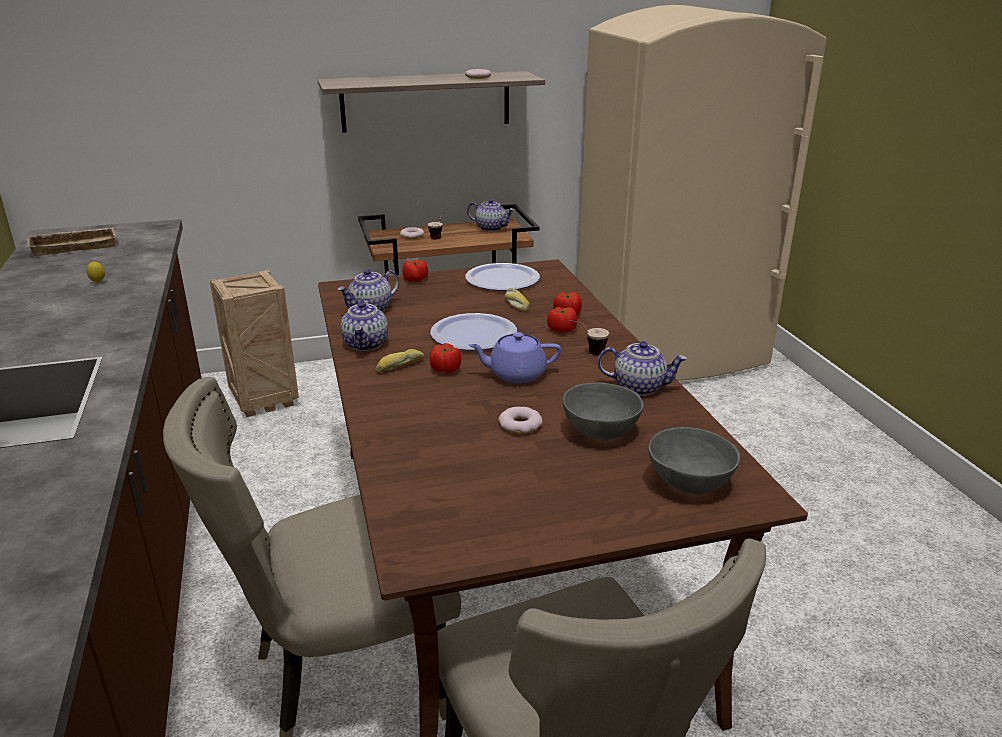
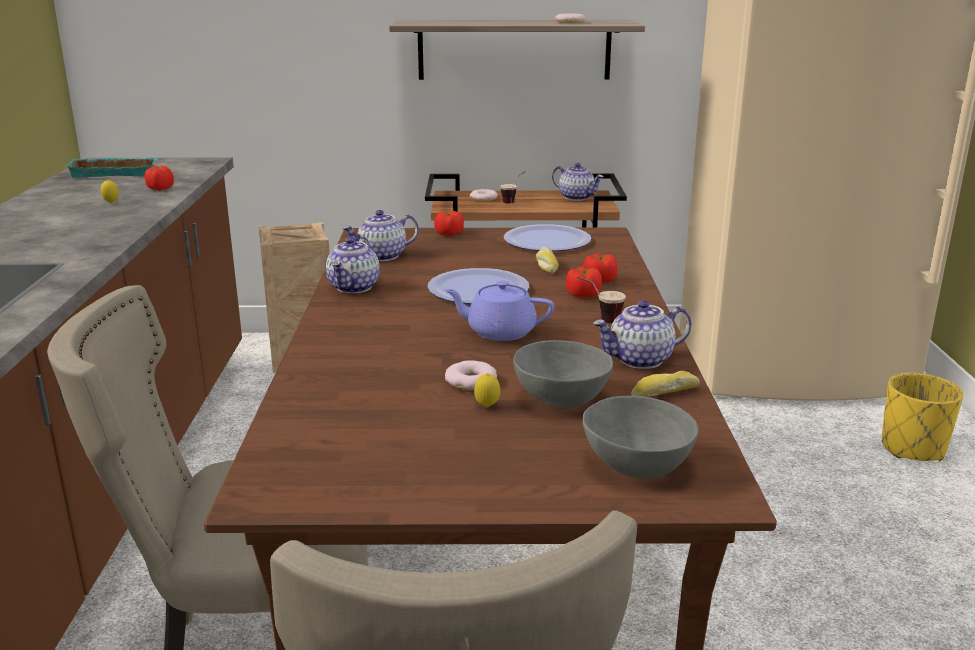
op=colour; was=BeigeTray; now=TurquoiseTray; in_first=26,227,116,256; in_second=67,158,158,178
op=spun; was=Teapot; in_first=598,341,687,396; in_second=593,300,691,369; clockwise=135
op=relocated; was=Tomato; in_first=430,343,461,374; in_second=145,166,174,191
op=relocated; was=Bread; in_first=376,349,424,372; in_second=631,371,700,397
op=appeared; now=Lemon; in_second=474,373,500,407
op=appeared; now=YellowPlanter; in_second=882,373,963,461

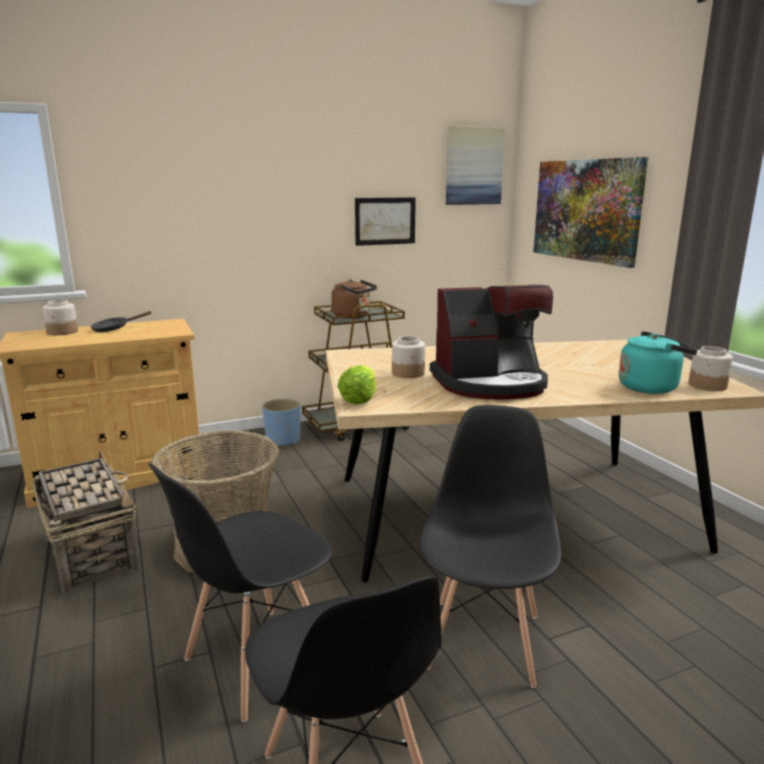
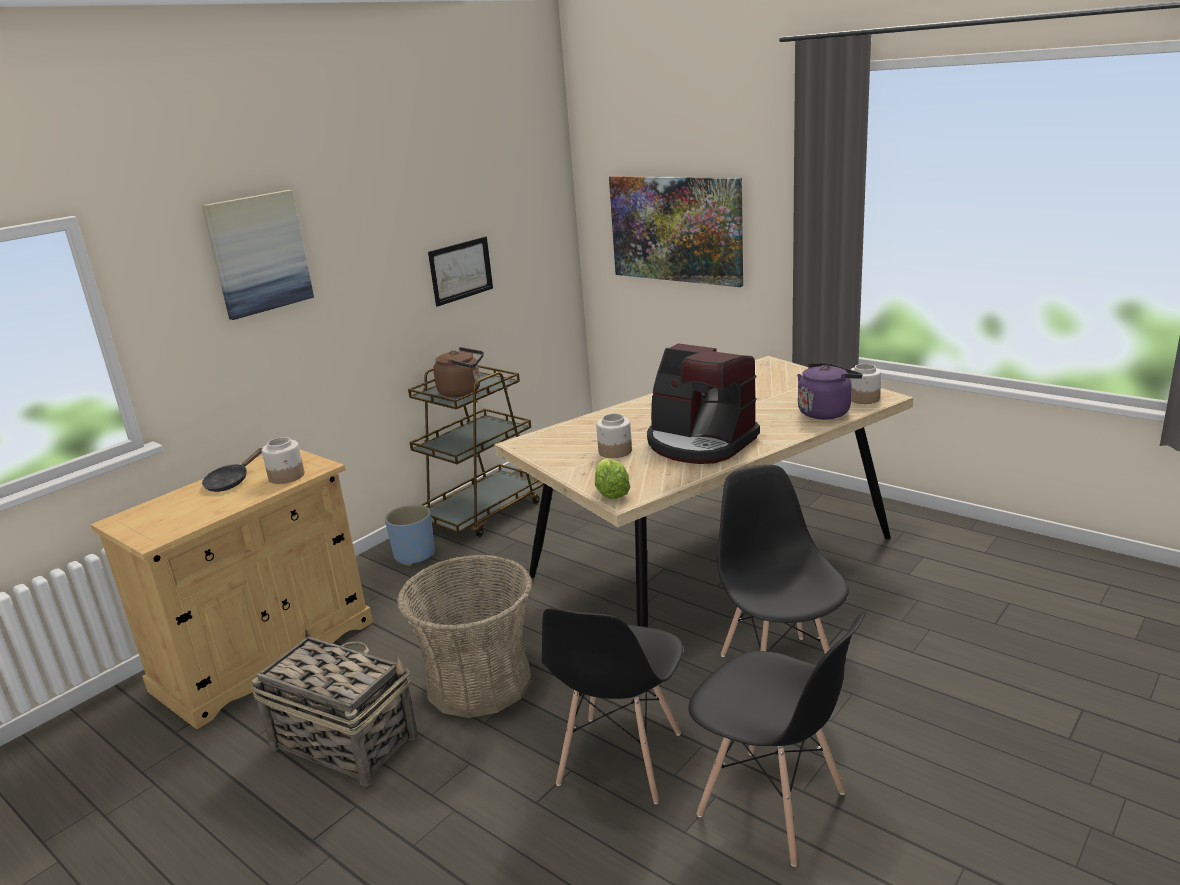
op=relocated; was=Picture; in_first=446,126,505,205; in_second=202,190,314,320
op=spun; was=CoffeeMachine; in_first=430,285,553,400; in_second=647,343,760,464; clockwise=75
op=relocated; was=Jar; in_first=42,300,78,335; in_second=262,437,305,484
op=colour; was=TurquoiseKettle; now=PurpleKettle; in_first=619,331,698,394; in_second=797,363,863,419

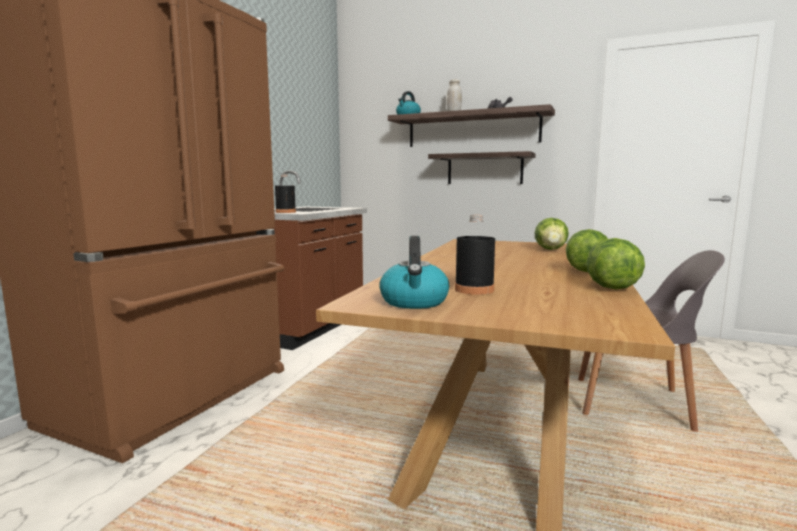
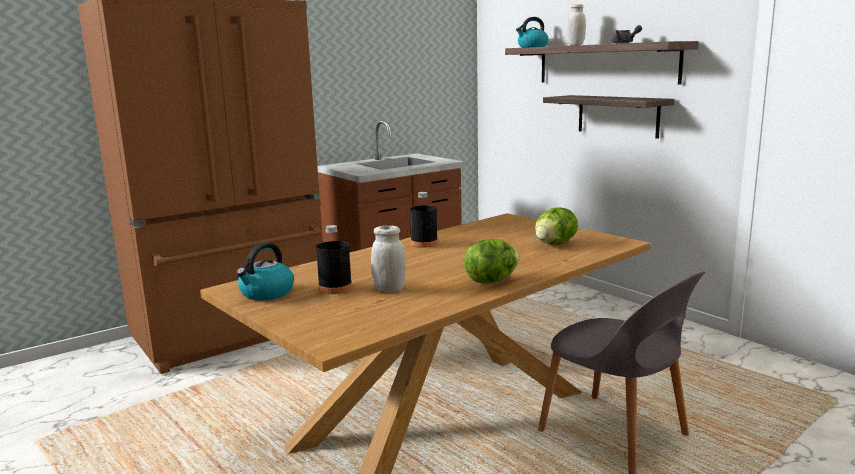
op=relocated; was=BlackBottle; in_first=275,174,296,213; in_second=410,192,438,248
op=missing; was=Lettuce; in_first=587,238,645,289
op=appeared; now=WhiteJar; in_second=371,226,406,293

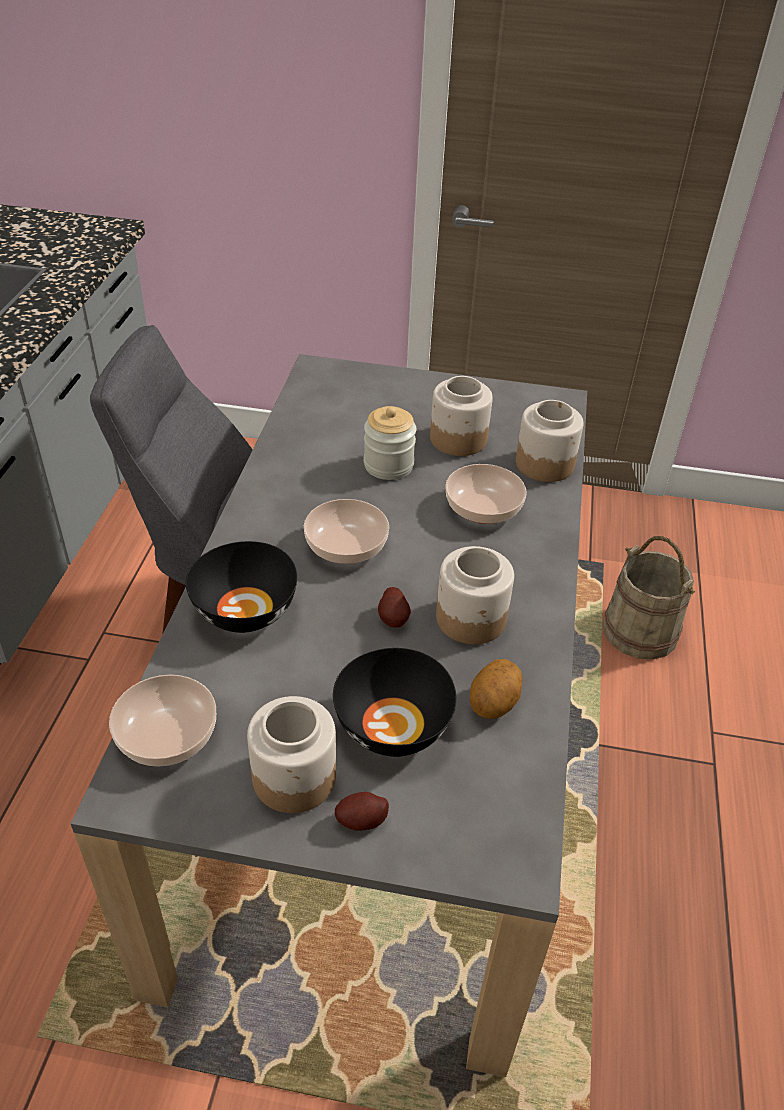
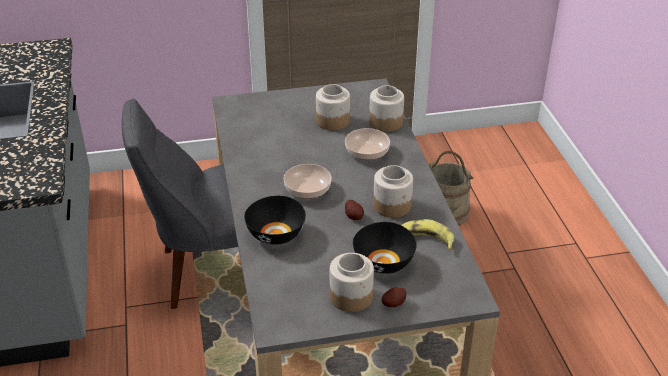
op=missing; was=Jar; in_first=364,406,416,480
op=exchanged; was=Potato; now=Banana; in_first=470,659,523,719; in_second=401,219,454,250
op=missing; was=Bowl; in_first=109,675,216,767

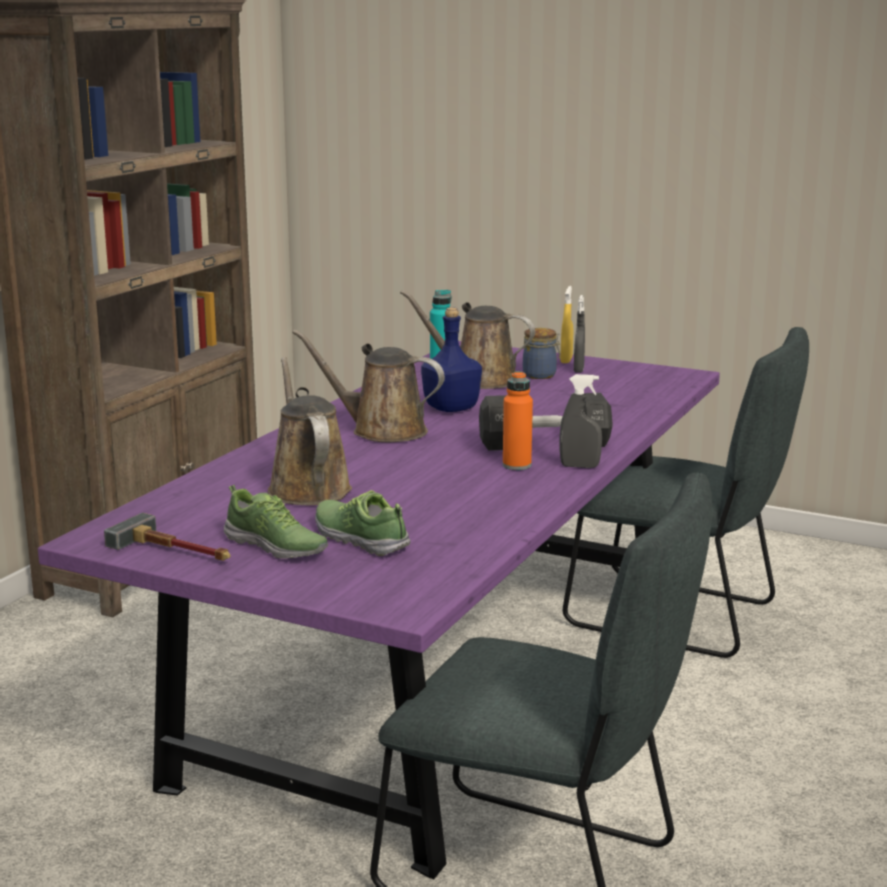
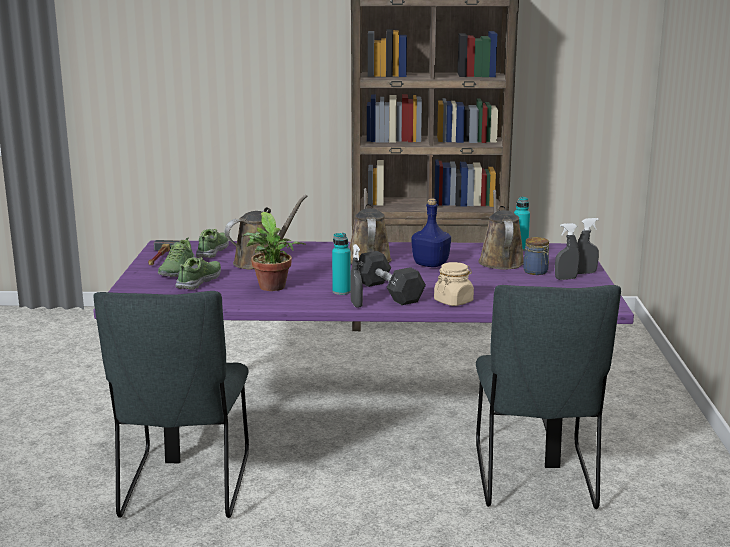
op=colour; was=YellowSprayBottle; now=GreySprayBottle; in_first=560,286,573,363; in_second=577,218,599,274
op=colour; was=OrangeBottle; now=TurquoiseBottle; in_first=503,371,533,470; in_second=332,233,351,295
op=appeared; now=PottedPlant; in_second=243,212,306,291
op=appeared; now=Shoe; in_second=196,229,229,258
op=appeared; now=BeigeJar; in_second=434,262,474,306

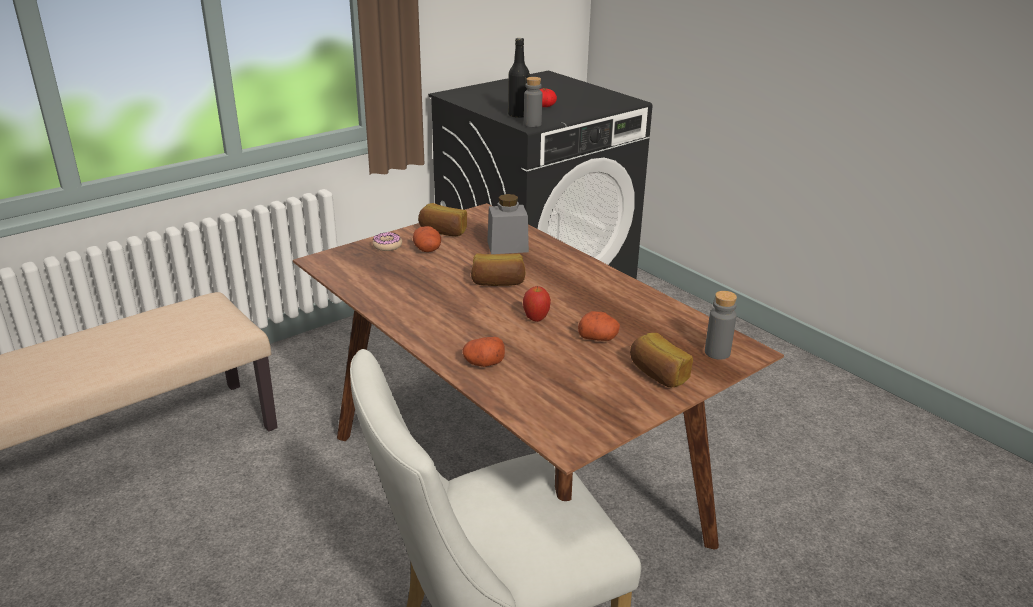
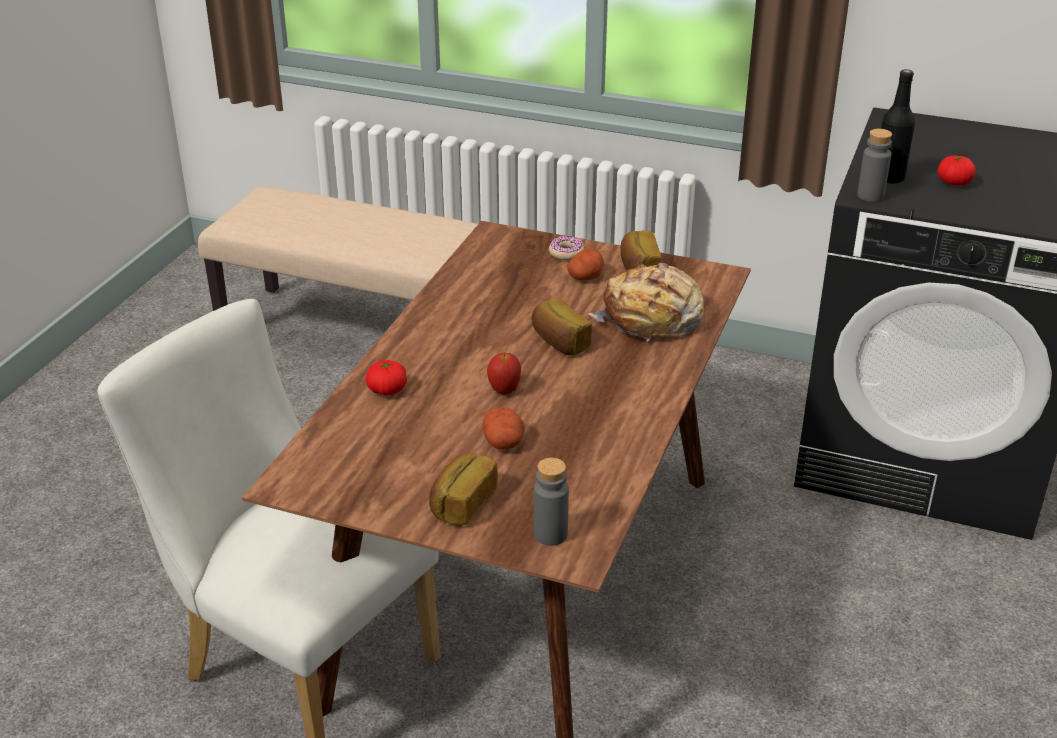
op=exchanged; was=GreyJar; now=Bread; in_first=487,194,529,254; in_second=589,263,704,341
op=exchanged; was=Potato; now=Tomato; in_first=463,337,505,367; in_second=366,360,407,395

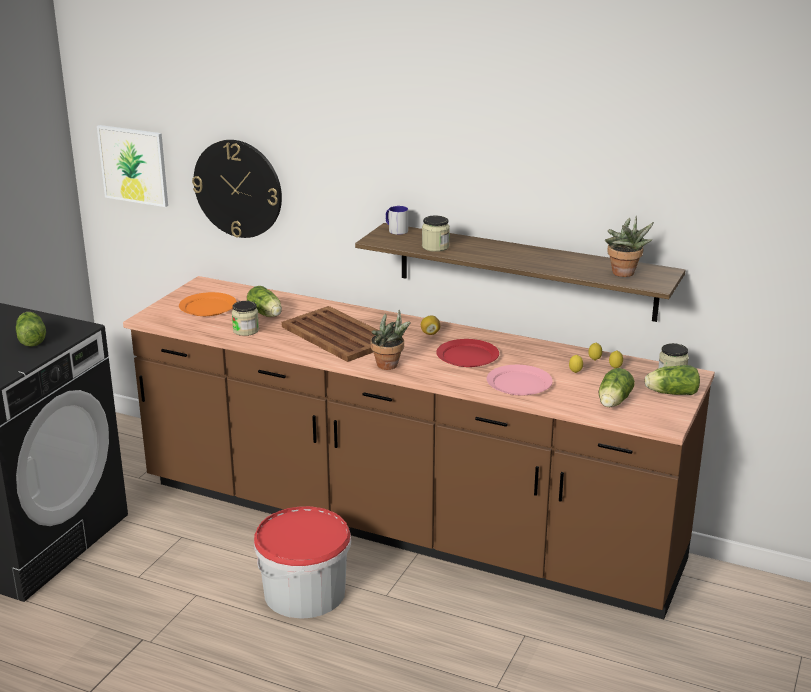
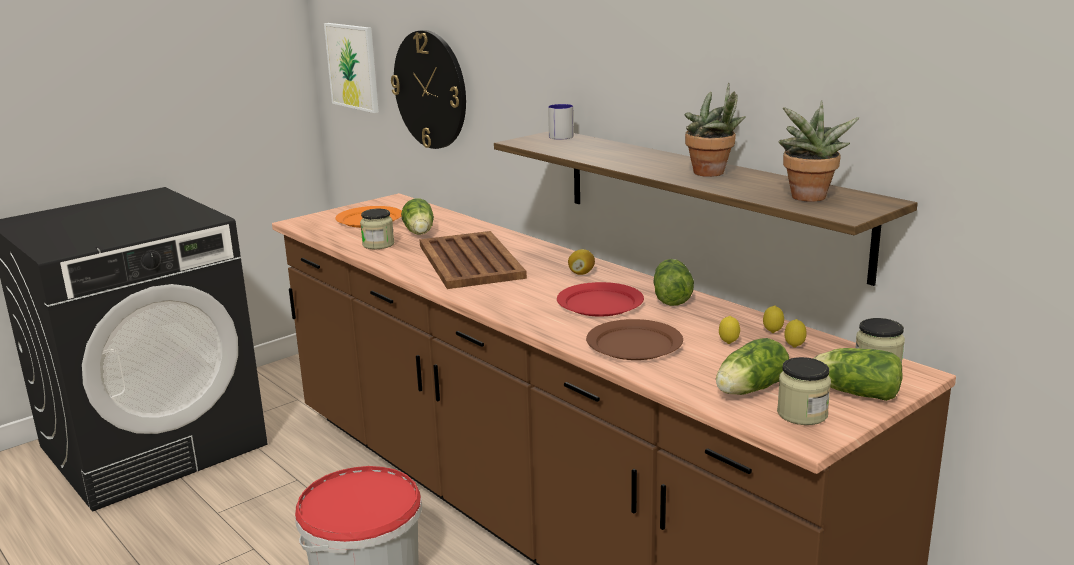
op=relocated; was=Jar; in_first=422,215,450,252; in_second=777,357,831,425
op=relocated; was=PottedPlant; in_first=371,309,411,370; in_second=684,83,746,177
op=relocated; was=Lettuce; in_first=16,312,46,347; in_second=653,259,694,306
op=colour; was=PinkPlate; now=BrownPlate; in_first=487,365,553,395; in_second=586,319,683,360

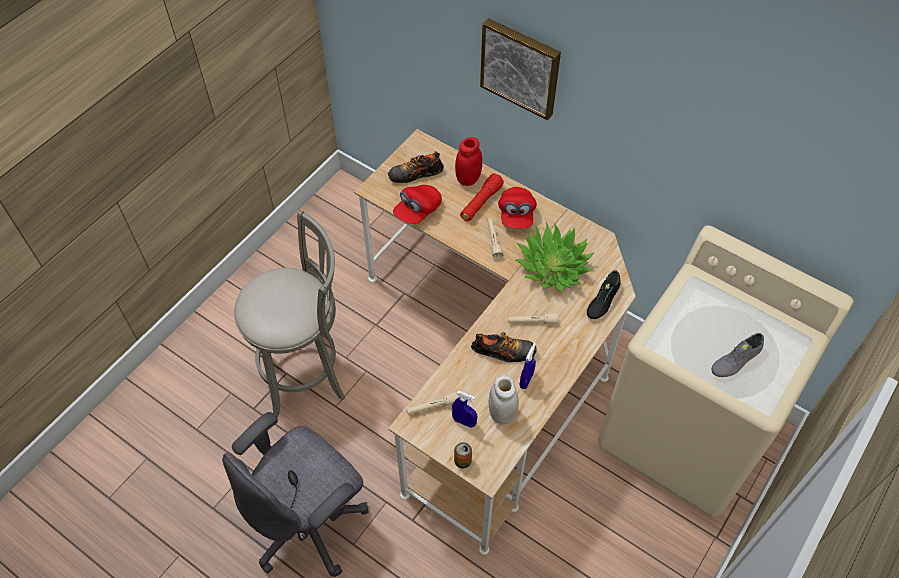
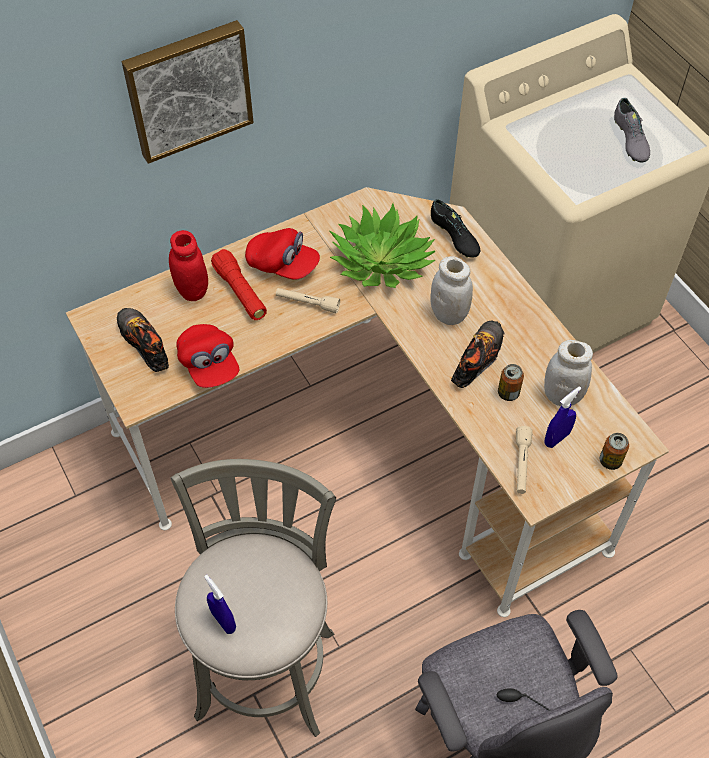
op=spun; was=Shoe; in_first=388,151,444,183; in_second=117,308,169,372; clockwise=135
op=exchanged; was=BeigeFlashlight; now=WhiteJar; in_first=508,313,558,324; in_second=430,256,473,325
op=relocated; was=BlueSprayBottle; in_first=519,343,536,389; in_second=204,575,236,634
op=appeared; now=Can; in_second=498,364,524,401

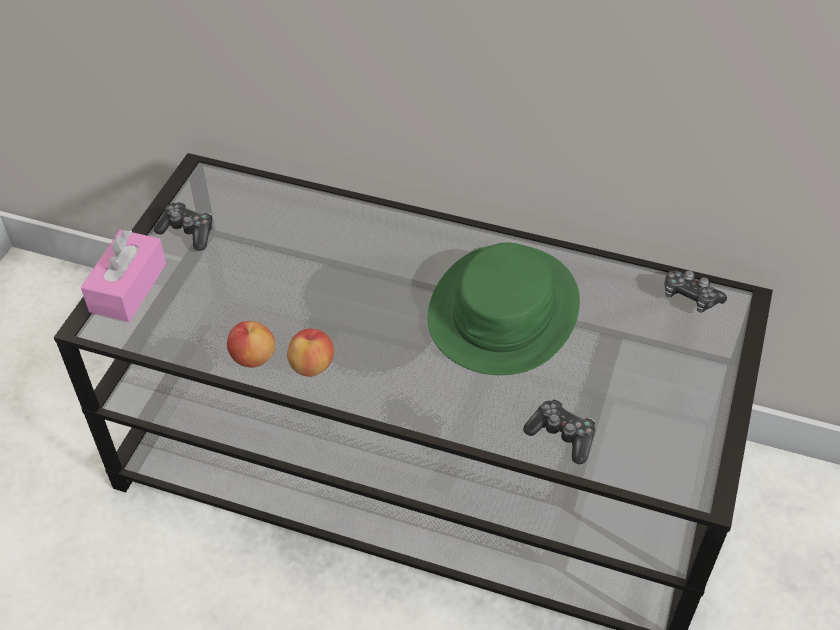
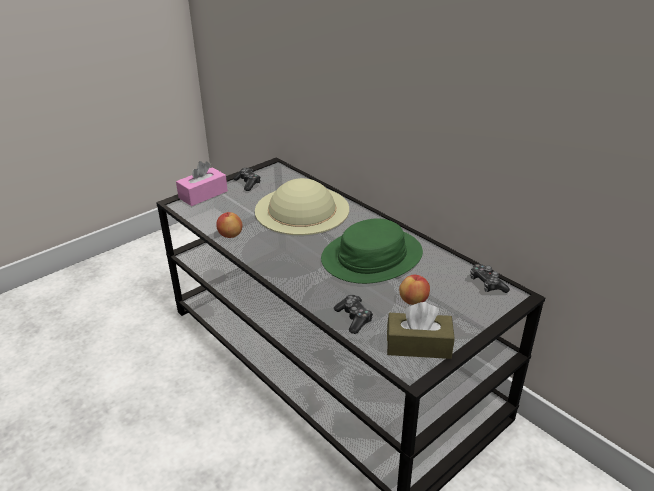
op=relocated; was=Apple; in_first=287,329,334,377; in_second=399,275,430,305
op=appeared; now=BeigeHat; in_second=255,178,349,235
op=appeared; now=BrownTissueBox; in_second=387,302,455,359

